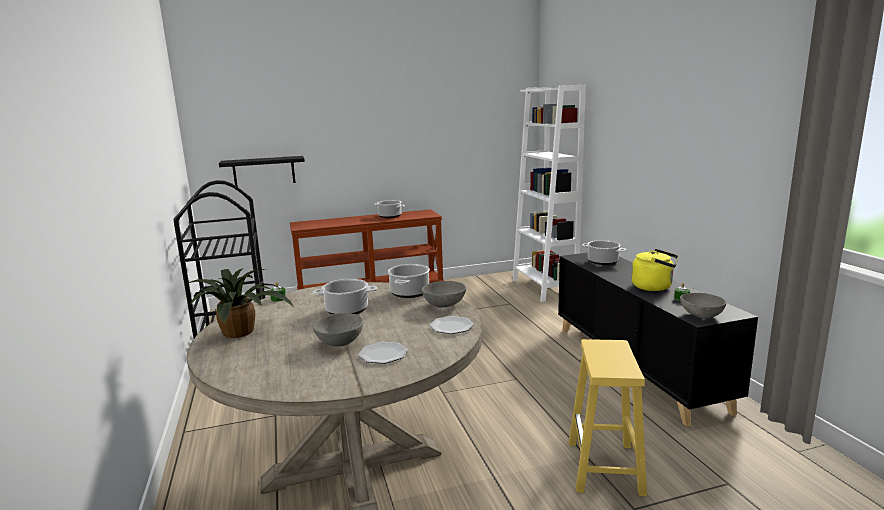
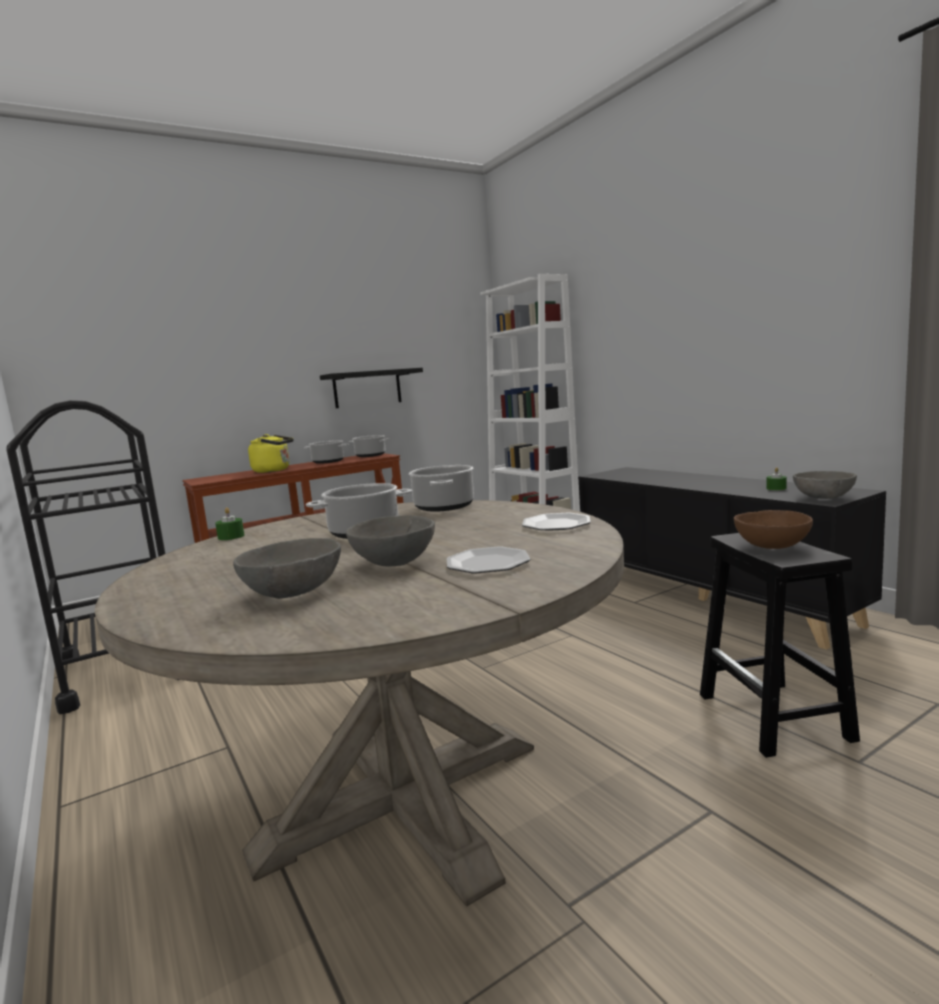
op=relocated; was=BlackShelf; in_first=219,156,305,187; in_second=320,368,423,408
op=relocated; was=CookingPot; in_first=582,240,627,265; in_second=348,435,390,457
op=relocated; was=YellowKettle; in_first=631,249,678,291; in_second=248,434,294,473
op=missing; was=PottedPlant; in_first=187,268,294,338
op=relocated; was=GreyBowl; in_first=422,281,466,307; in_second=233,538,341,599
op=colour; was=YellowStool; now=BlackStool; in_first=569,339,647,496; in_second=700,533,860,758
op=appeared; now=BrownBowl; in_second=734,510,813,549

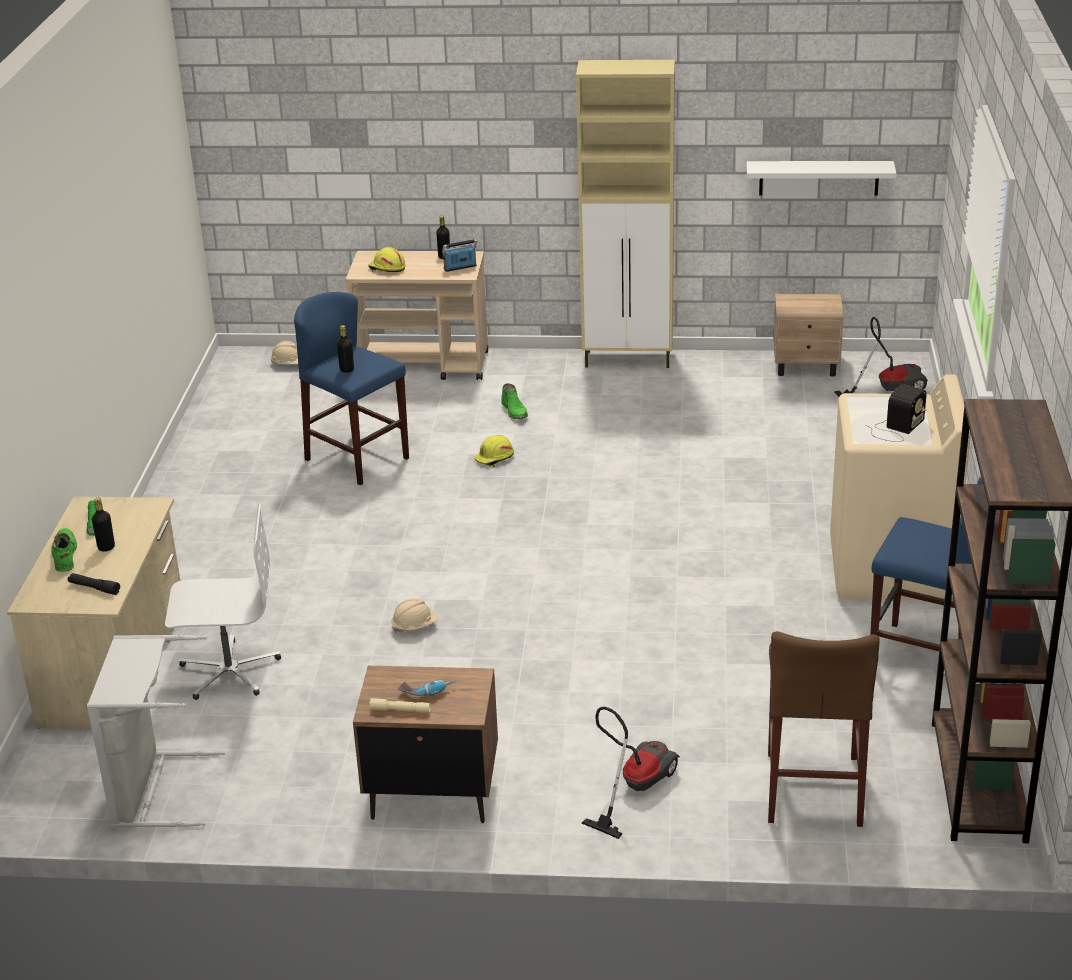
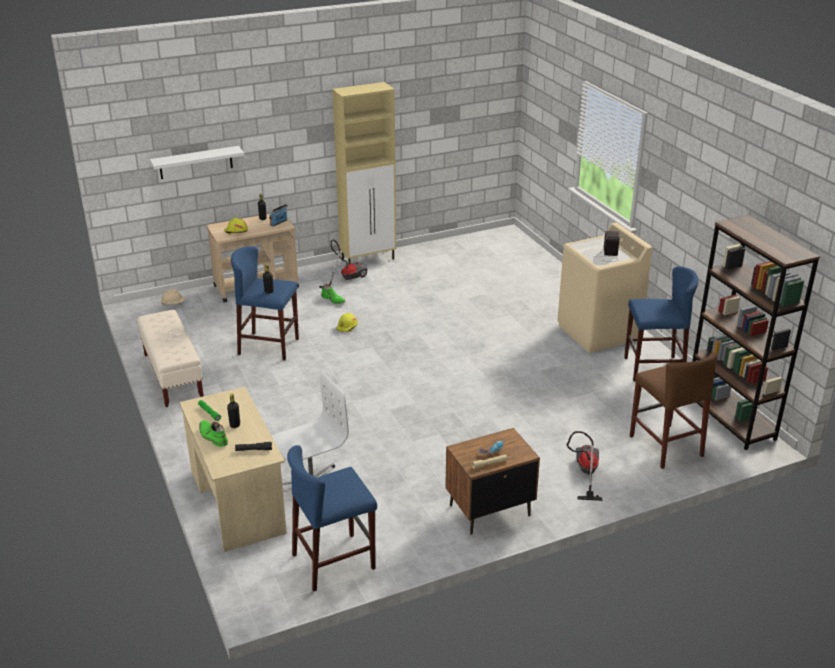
op=relocated; was=WhiteShelf; in_first=746,161,897,196; in_second=150,146,244,179
op=missing; was=BeigeNightstand; in_first=773,294,844,377
op=relocated; was=VacuumCleaner; in_first=834,317,928,397; in_second=319,239,368,288
op=missing; was=BeigeHardHat; in_first=391,598,437,633
op=exchanged; was=GreyLaundryBasket; now=BlueStool; in_first=87,634,225,827; in_second=287,445,377,592
op=appeared; now=BeigeBench; in_second=137,310,204,407

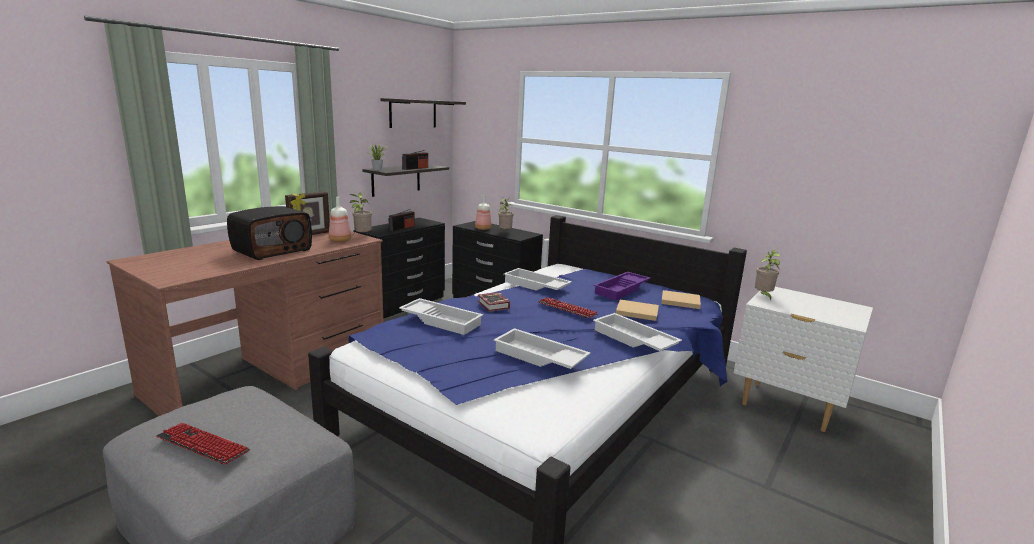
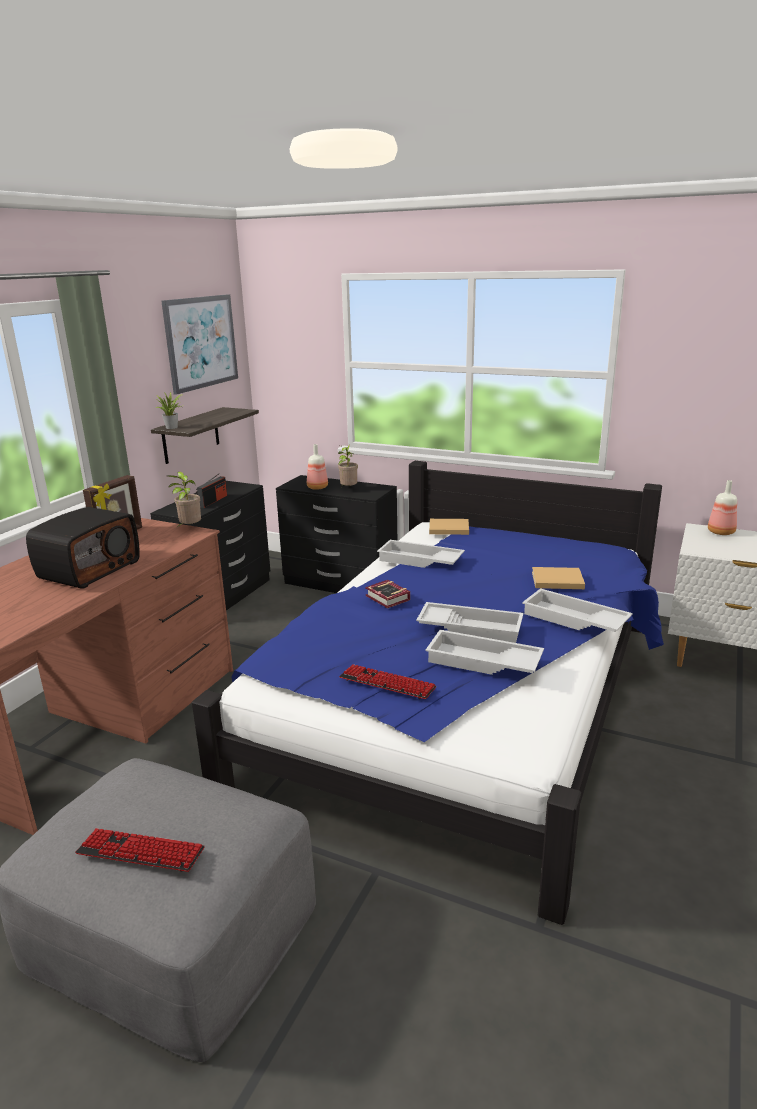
op=exchanged; was=Shelf; now=Picture; in_first=381,98,466,128; in_second=161,294,238,395
op=missing; was=Radio; in_first=402,150,428,170
op=relocated; was=Bottle; in_first=329,196,351,242; in_second=708,480,737,535
op=missing; was=PottedPlant; in_first=755,250,780,300
op=missing; was=PurpleTray; in_first=593,272,650,300
op=relocated; was=BeigeBook; in_first=661,290,701,309; in_second=429,519,469,535
op=relocated; was=Keyboard; in_first=537,297,598,318; in_second=339,664,437,699
op=relocated; was=WhiteTray; in_first=399,298,483,335; in_second=416,602,523,643

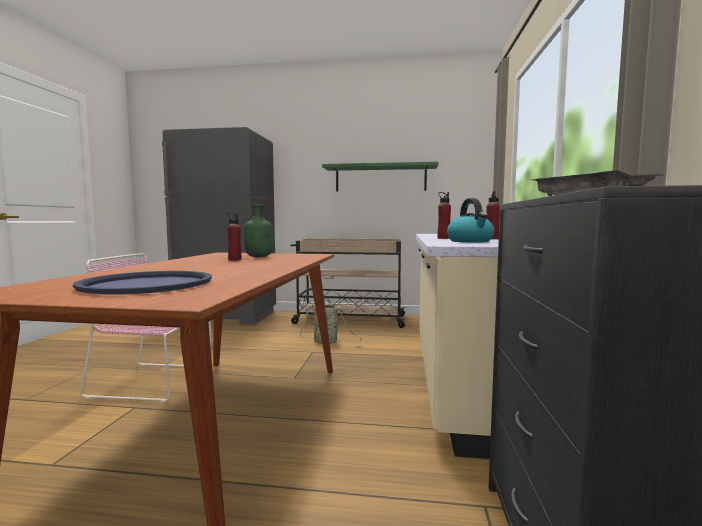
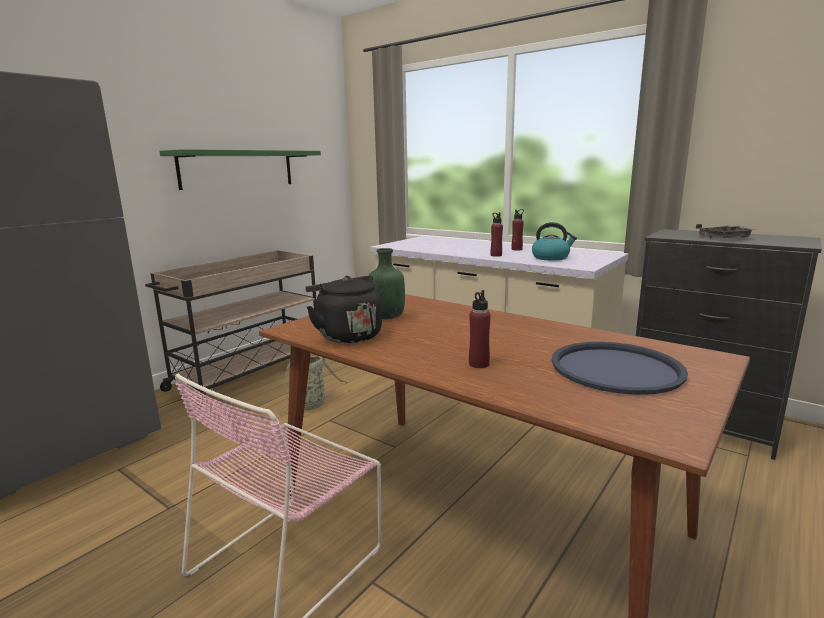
op=relocated; was=RedBottle; in_first=227,213,242,261; in_second=469,290,491,368
op=appeared; now=BlackKettle; in_second=305,276,382,343

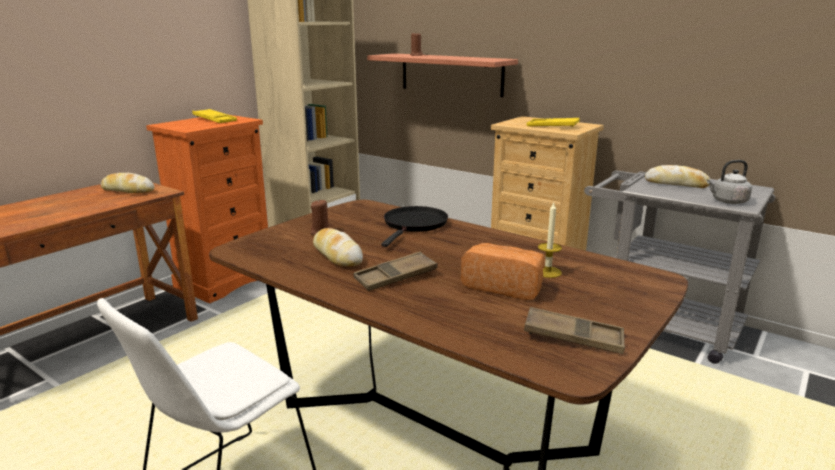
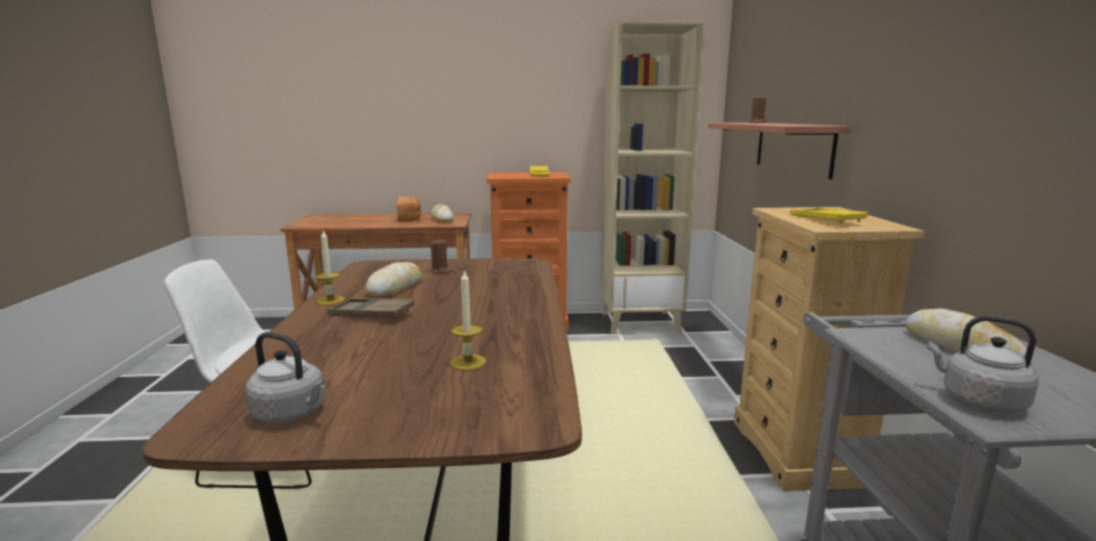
op=missing; was=BlackFryingPan; in_first=381,206,448,247
op=relocated; was=Bread; in_first=461,243,545,300; in_second=397,196,421,222
op=exchanged; was=BrownTray; now=GreyKettle; in_first=524,307,625,354; in_second=245,332,326,424
op=appeared; now=Candle; in_second=316,230,345,305

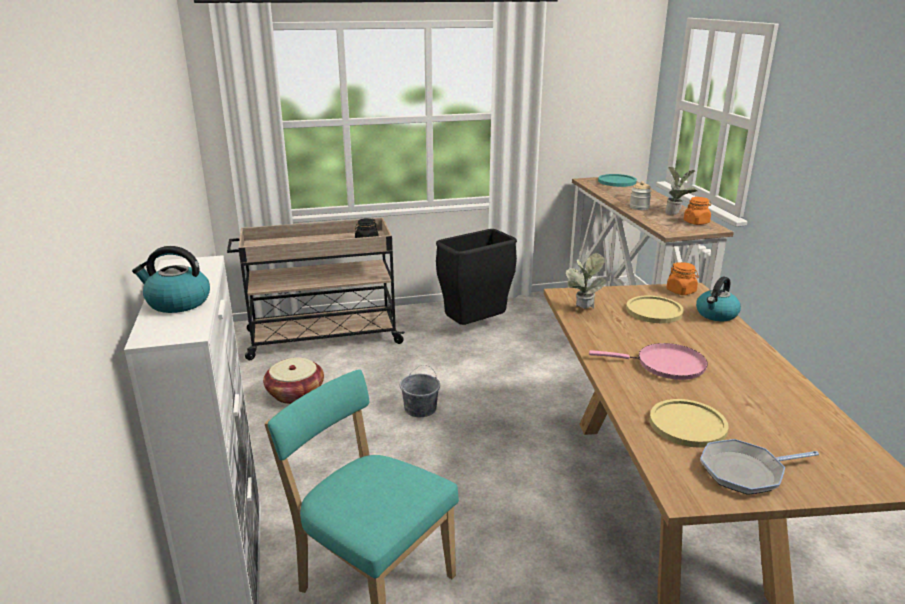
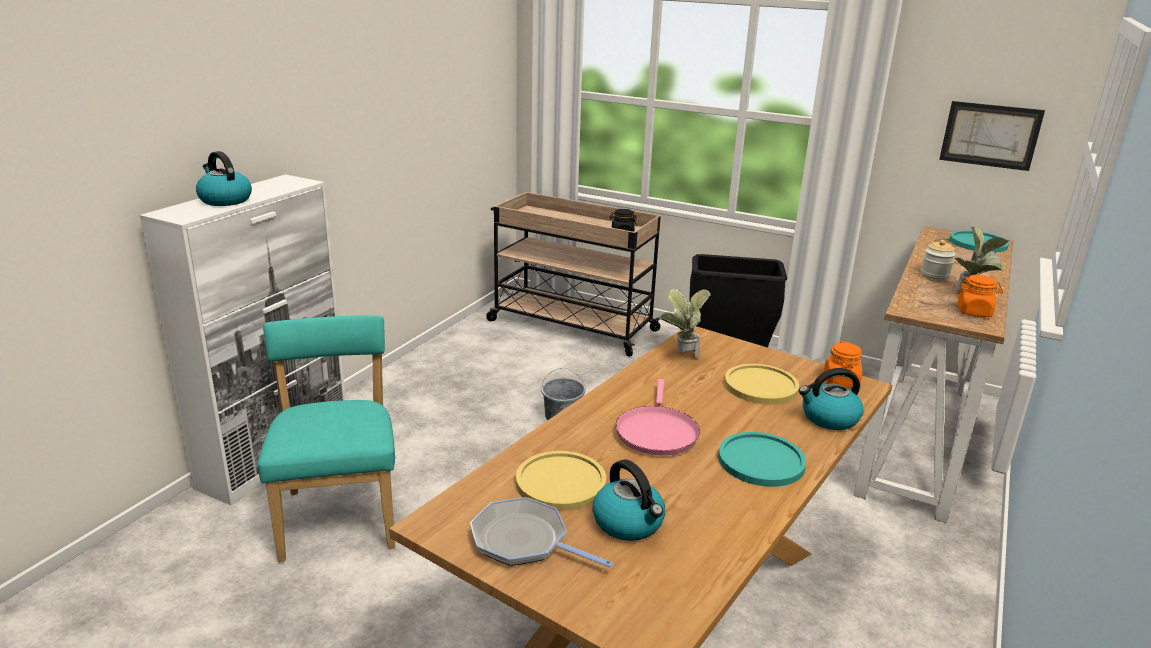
op=spun; was=PinkFryingPan; in_first=589,343,708,380; in_second=616,379,700,456; clockwise=45
op=missing; was=Basket; in_first=263,358,324,404
op=appeared; now=Picture; in_second=939,101,1045,171
op=appeared; now=TurquoisePlate; in_second=718,432,806,487
op=appeared; now=Kettle; in_second=593,459,665,541

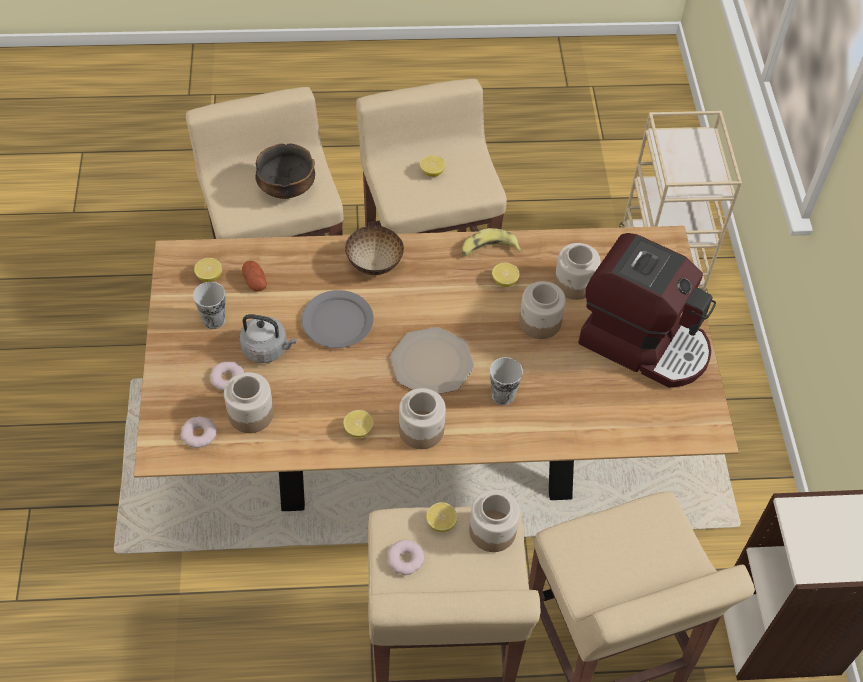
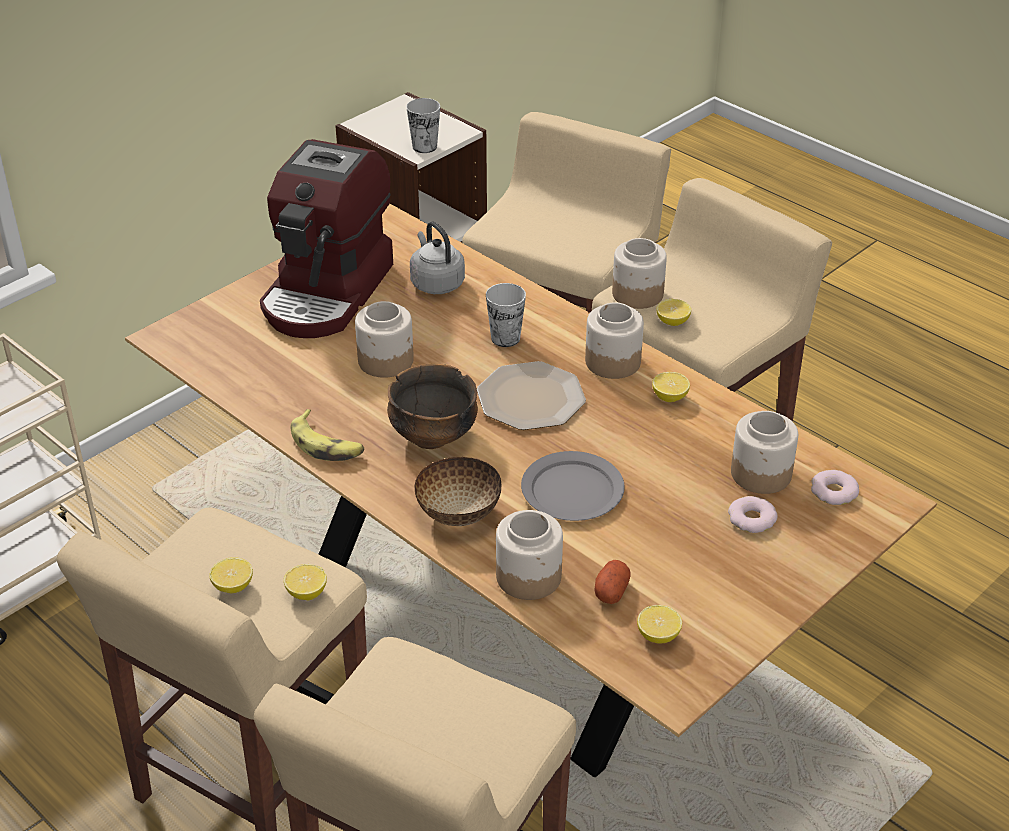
op=relocated; was=Bowl; in_first=255,144,315,199; in_second=387,364,478,449
op=spun; was=CoffeeMachine; in_first=578,233,716,388; in_second=260,139,393,338; clockwise=-150
op=relocated; was=Jar; in_first=554,243,601,300; in_second=496,510,563,600
op=relocated; was=Lemon; in_first=492,263,519,287; in_second=284,564,327,600
op=relocated; was=Cup; in_first=193,282,226,329; in_second=406,98,440,153
op=relocated; was=GreyKettle; in_first=239,314,297,363; in_second=410,221,465,294
op=missing; was=Donut; in_first=387,540,424,575

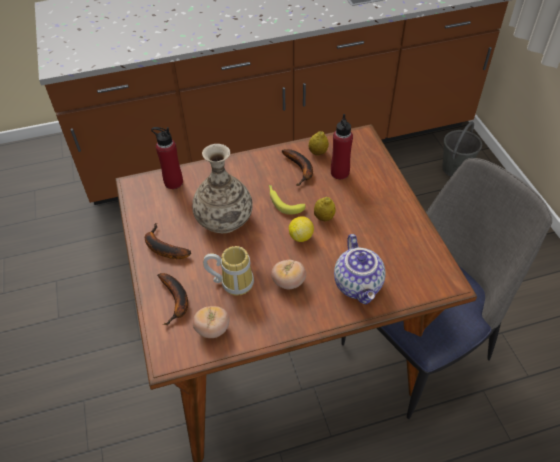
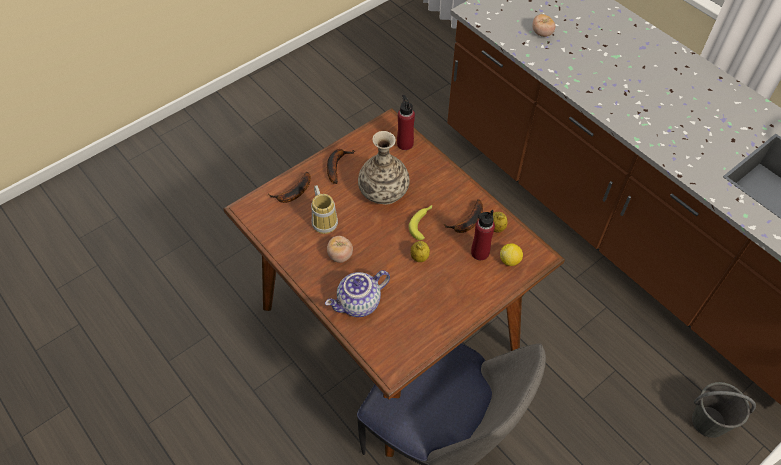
op=relocated; was=Lemon; in_first=289,216,314,242; in_second=500,243,523,266
op=relocated; was=Tomato; in_first=193,306,229,338; in_second=532,14,555,37

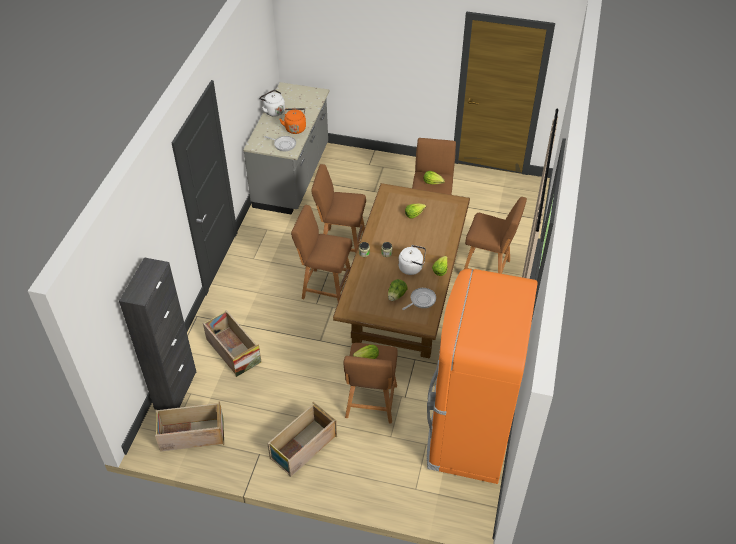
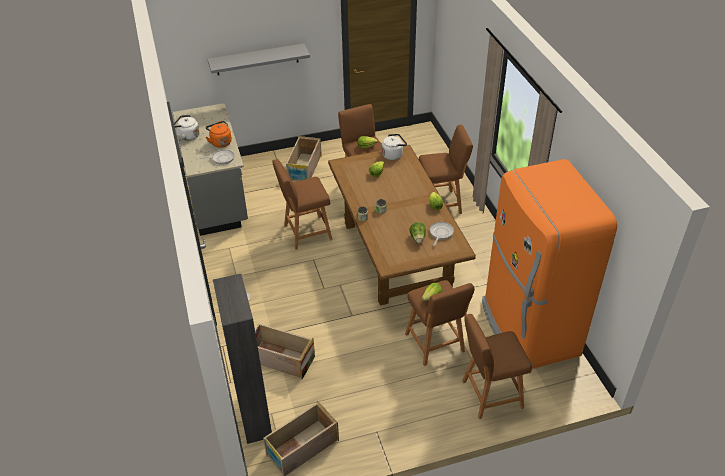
op=relocated; was=BrownStool; in_first=291,205,352,302; in_second=462,314,532,419
op=relocated; was=WhiteKettle; in_first=398,245,426,275; in_second=382,134,407,160
op=relocated; was=Crate; in_first=267,402,337,477; in_second=286,136,322,181
op=appeared; now=GreyShelf; in_second=208,44,310,75

